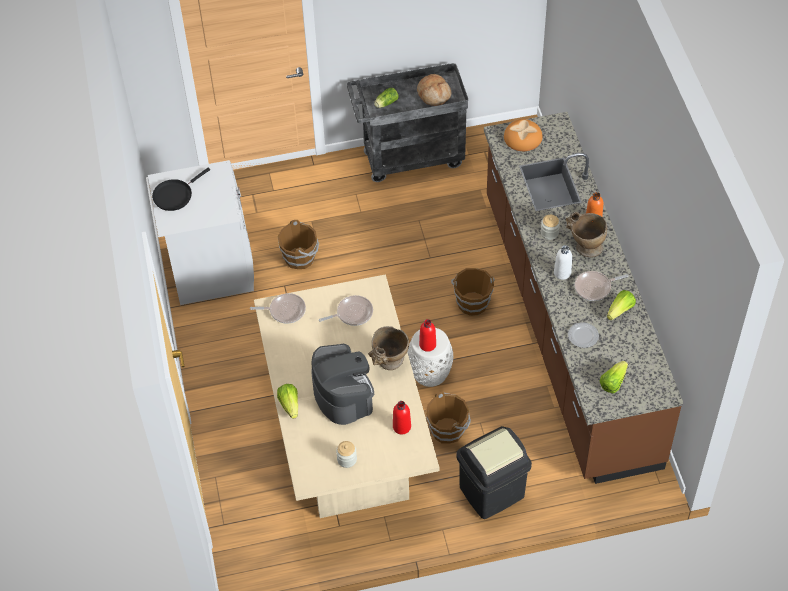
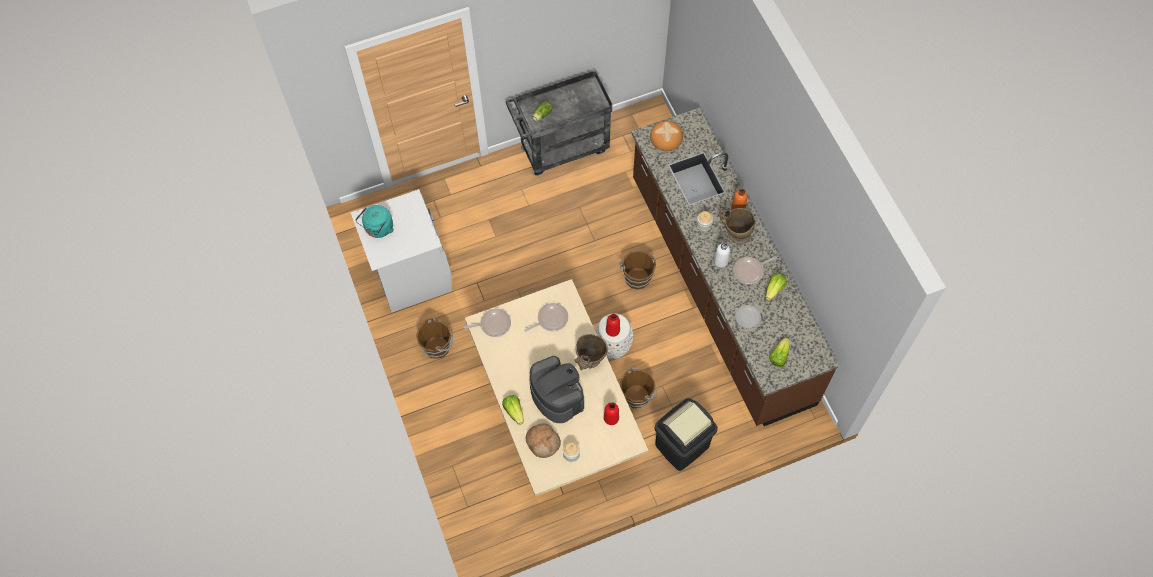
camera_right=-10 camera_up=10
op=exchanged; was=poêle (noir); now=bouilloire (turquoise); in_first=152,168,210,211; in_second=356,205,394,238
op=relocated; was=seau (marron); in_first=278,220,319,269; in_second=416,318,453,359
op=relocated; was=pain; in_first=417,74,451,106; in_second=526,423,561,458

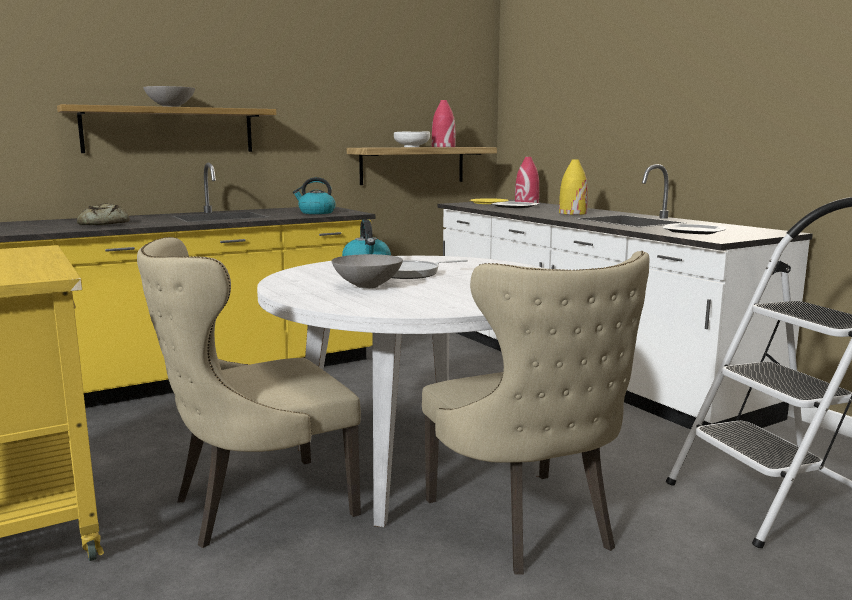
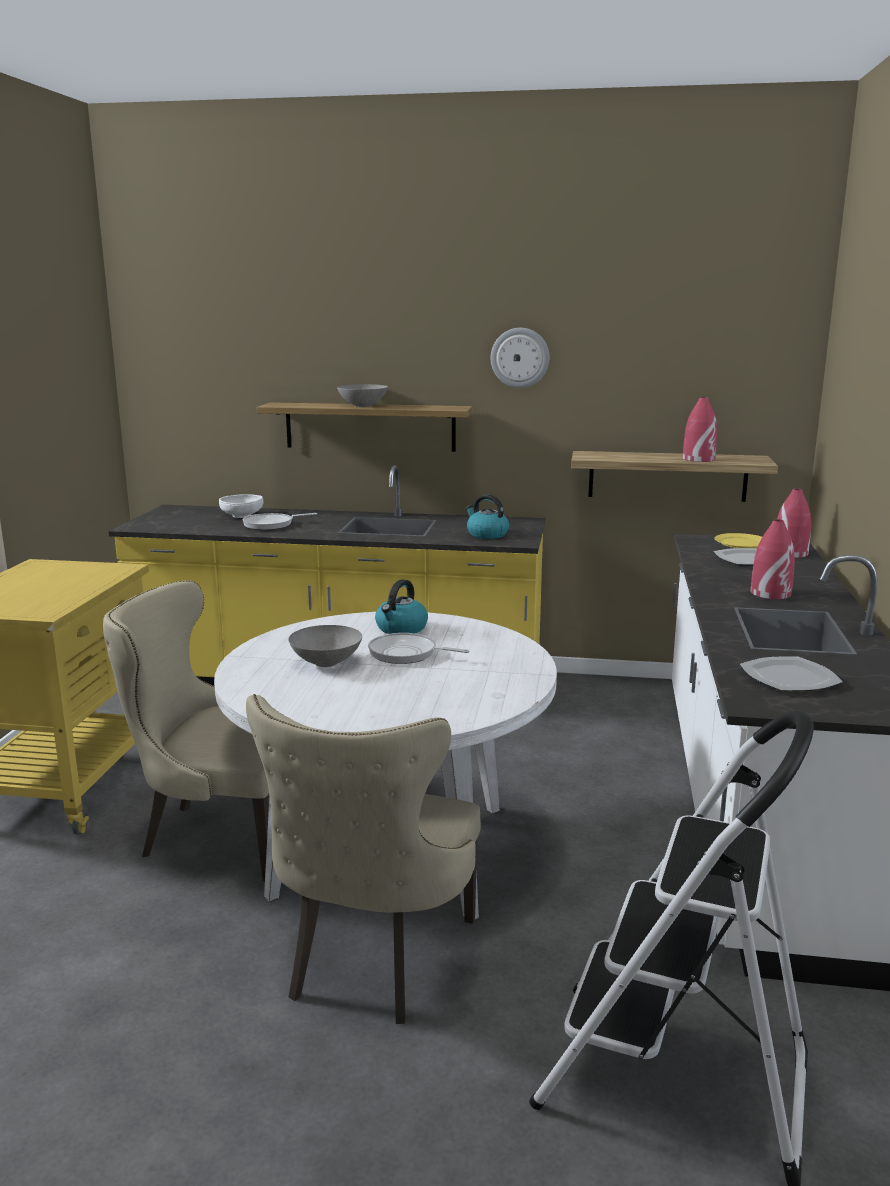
camera_right=40 camera_up=5
op=relocated; was=bol (blanc); in_first=394,132,430,147; in_second=219,494,263,518
op=exchanged; was=pain; now=poêle; in_first=77,203,129,225; in_second=243,513,317,530
op=appeared; now=horloge murale; in_second=491,328,549,388
op=colour; was=vase (jaune); now=vase (rouge); in_first=559,159,588,215; in_second=751,519,795,599

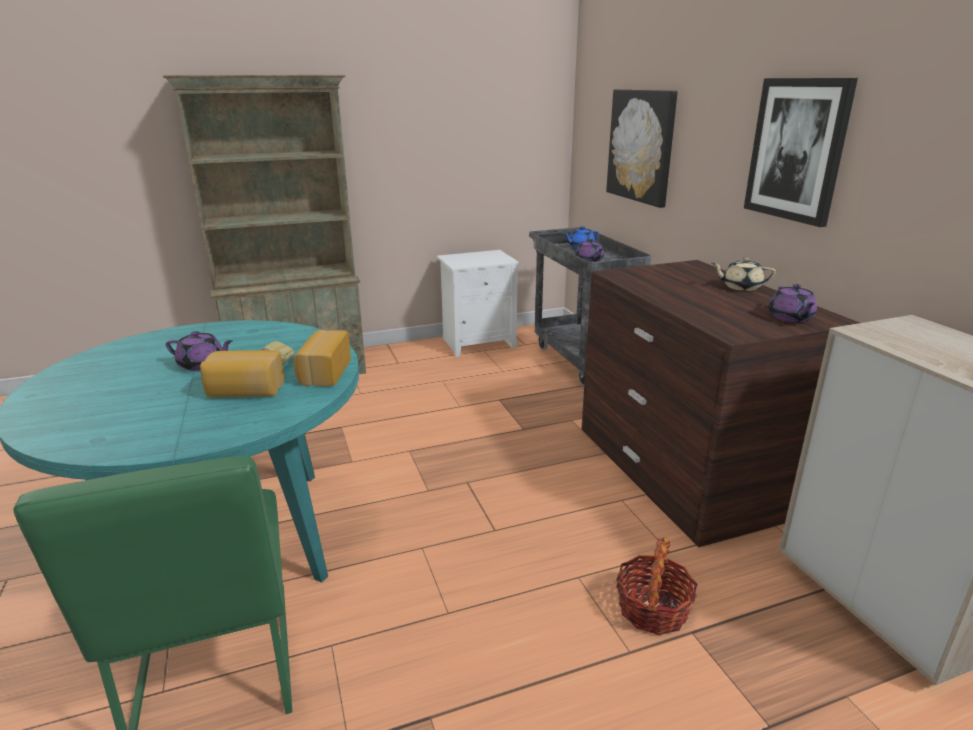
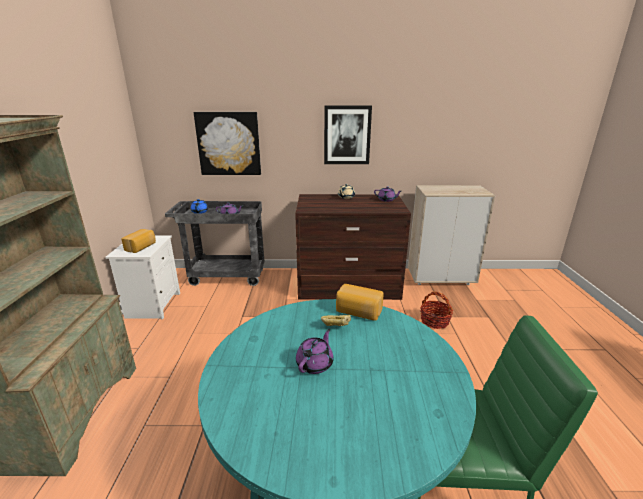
camera_right=-70 camera_up=0
op=relocated; was=pain; in_first=200,350,284,397; in_second=121,229,156,253

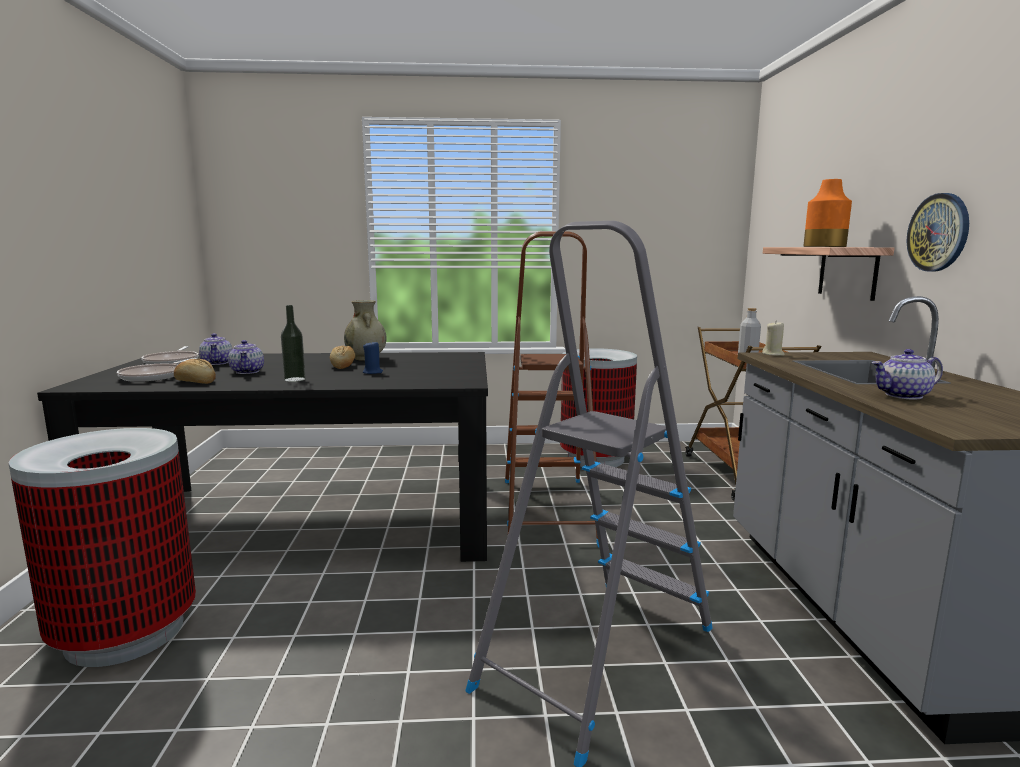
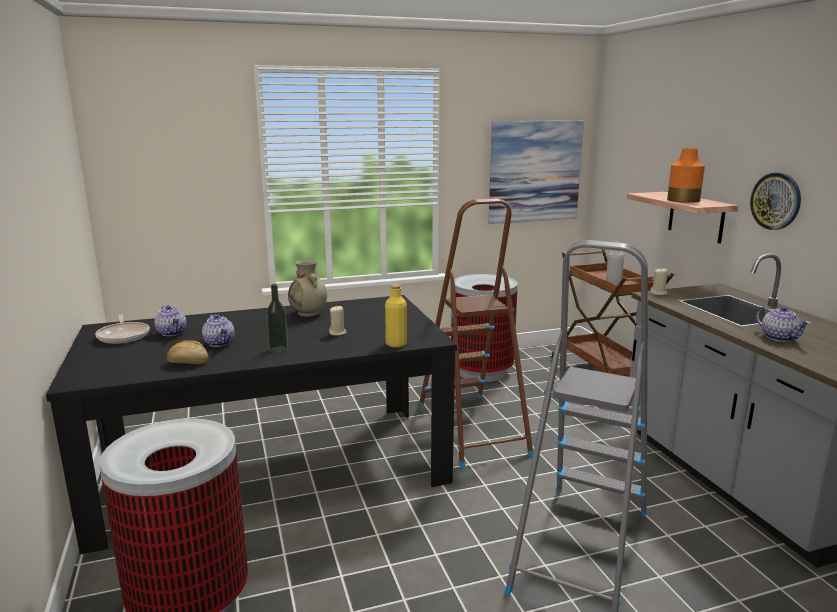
camera_right=-15 camera_up=5
op=colour; was=bougie (bleu); now=bougie (beige); in_first=363,341,383,374; in_second=329,306,347,335
op=appeared; now=bouteille (jaune); in_second=385,284,407,347
op=appeared; now=tableau; in_second=489,121,584,224
op=spun; was=théière; in_first=872,349,943,399; in_second=756,306,810,342; clockwise=-90
op=missing; was=poêle; in_first=117,358,197,382
op=missing; was=pain; in_first=330,345,355,369

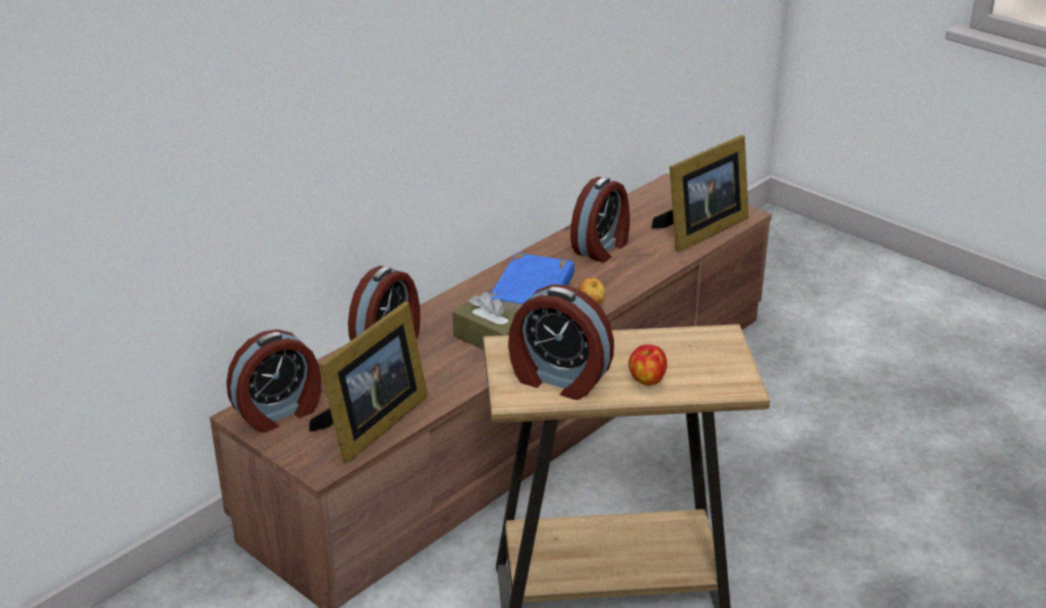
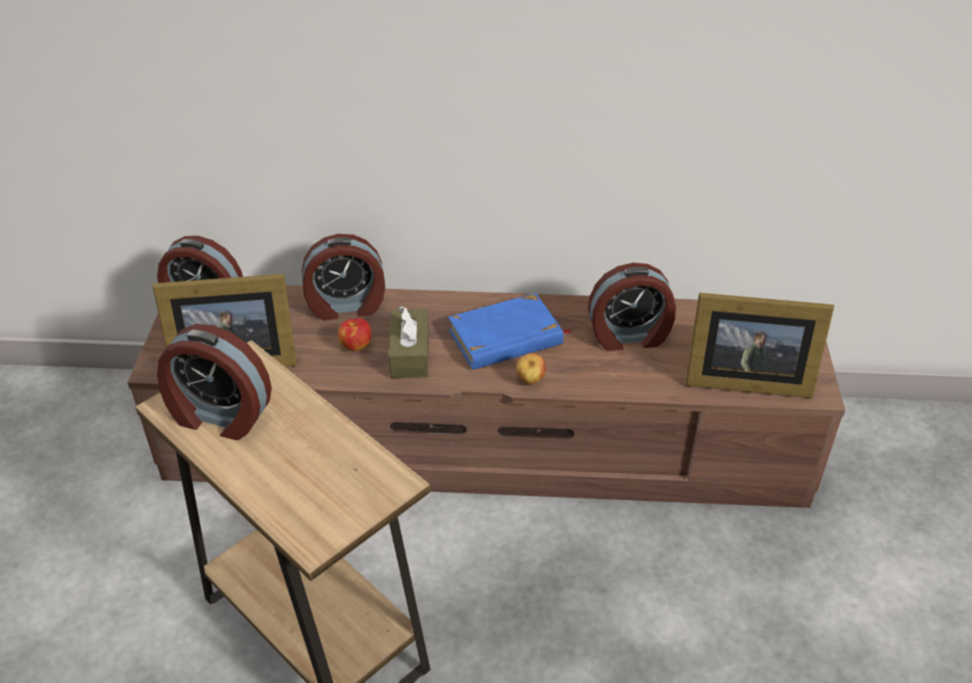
camera_right=50 camera_up=10
op=spun; was=réveil; in_first=508,284,614,400; in_second=157,324,272,440; clockwise=-60
op=relocated; was=pomme; in_first=629,344,667,386; in_second=338,318,371,351

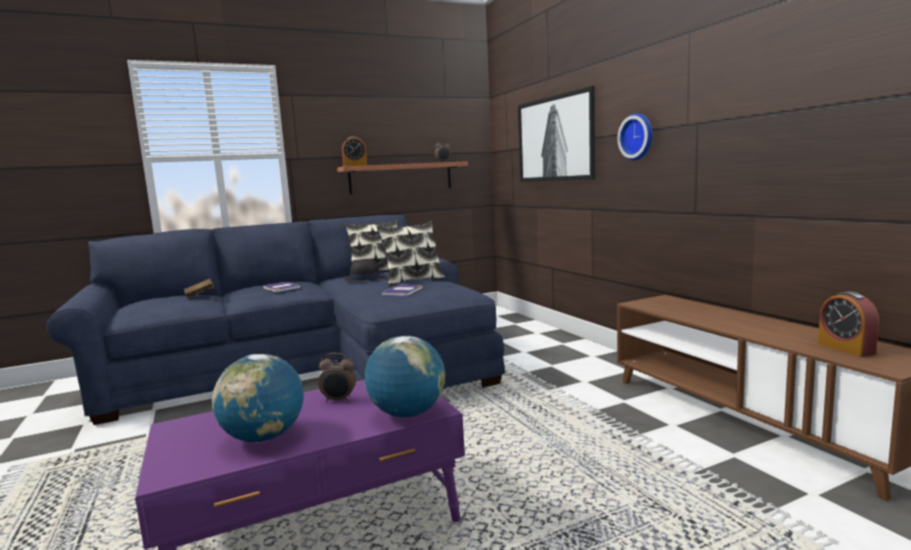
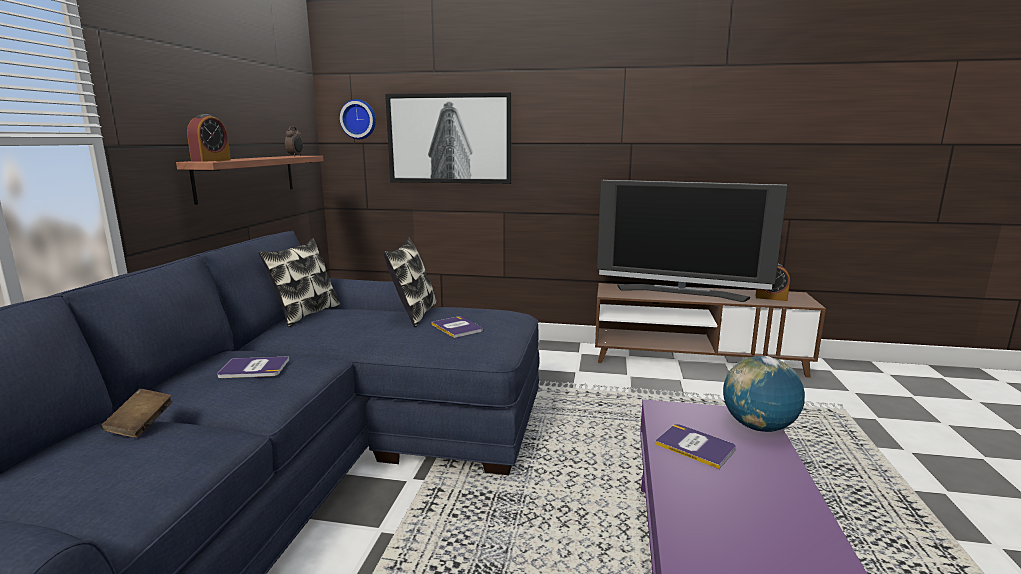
camera_right=-55 camera_up=5
op=relocated; was=horloge murale; in_first=617,113,653,160; in_second=340,99,376,139
op=appeared; now=téléviseur; in_second=597,180,788,302
op=exchanged; was=réveil; now=livre; in_first=318,353,356,402; in_second=655,424,736,469
op=missing; was=globe; in_first=212,354,303,443
op=missing; was=chapeau (noir); in_first=345,259,386,282

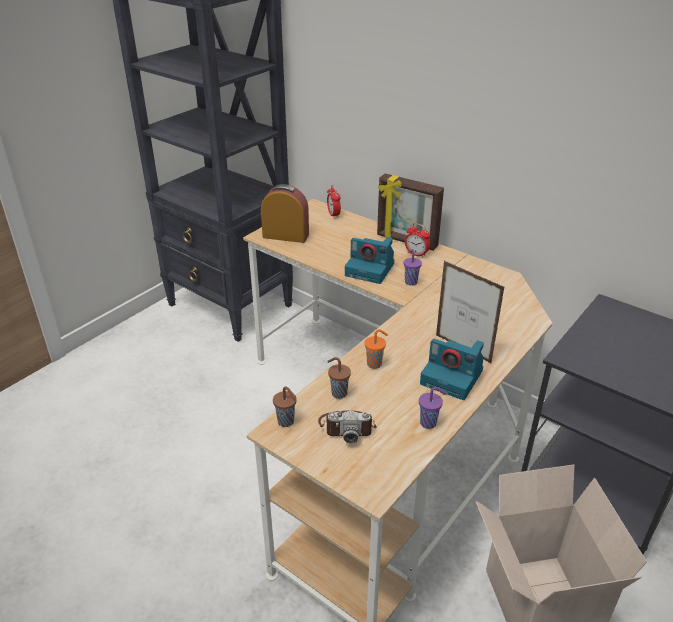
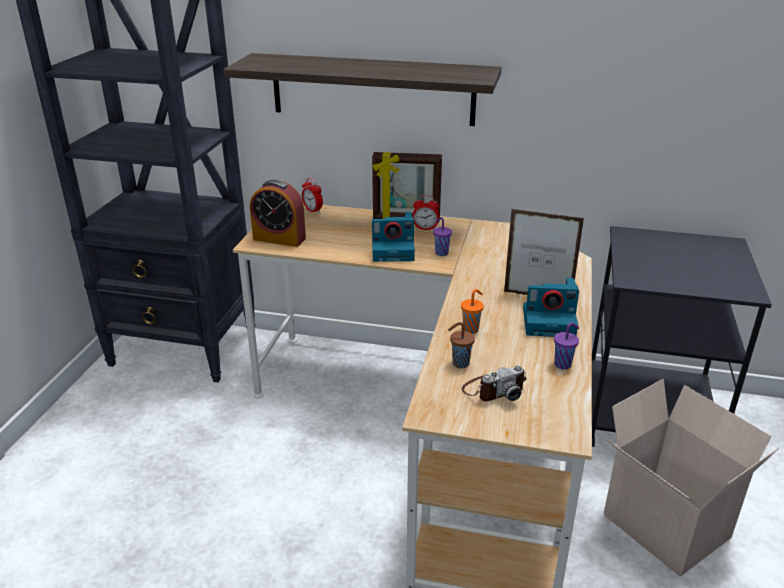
camera_right=-25 camera_up=-5
op=appeared; now=étagère; in_second=224,53,501,126
op=spun; was=réveil; in_first=261,184,309,243; in_second=250,180,306,247; clockwise=-150
op=missing; was=tasse (marron); in_first=273,387,297,427

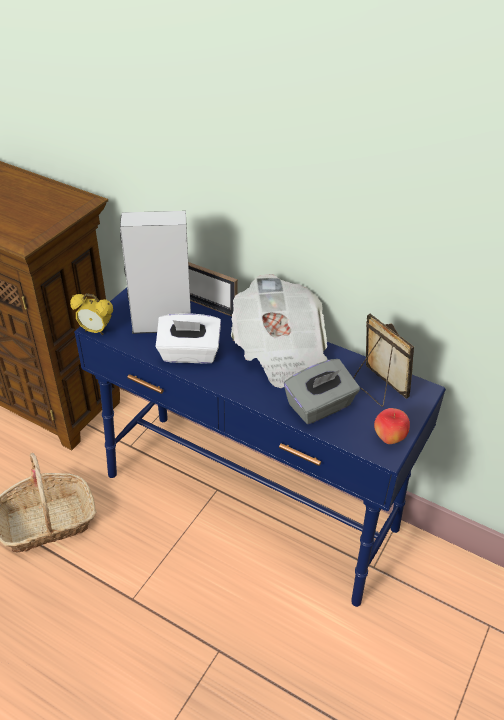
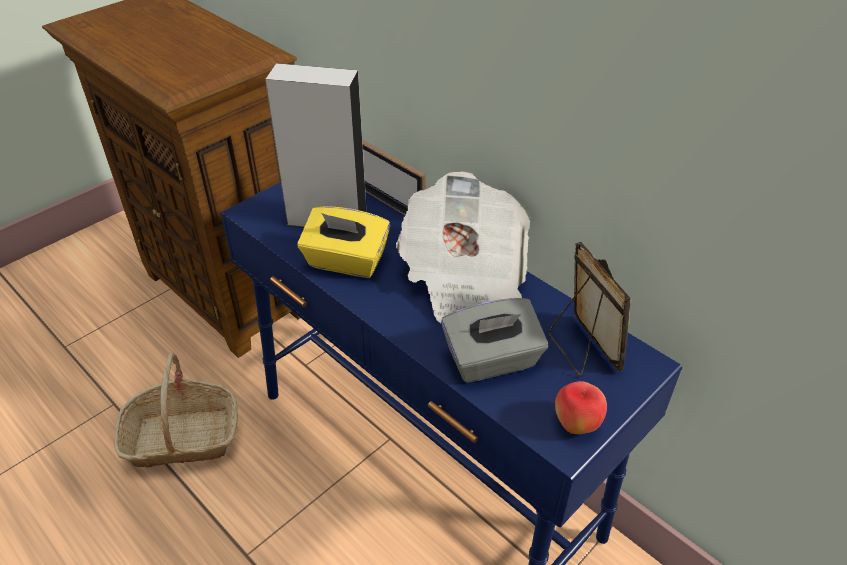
camera_right=15 camera_up=0
op=colour; was=boîte à mouchoirs (blanc); now=boîte à mouchoirs (jaune); in_first=155,313,221,364; in_second=297,206,390,278
op=missing; was=réveil; in_first=70,293,113,335

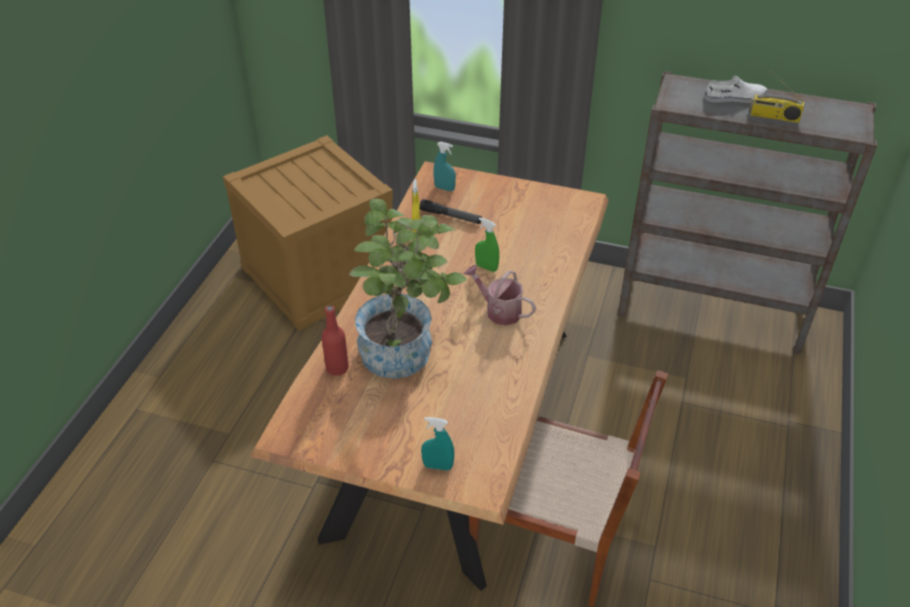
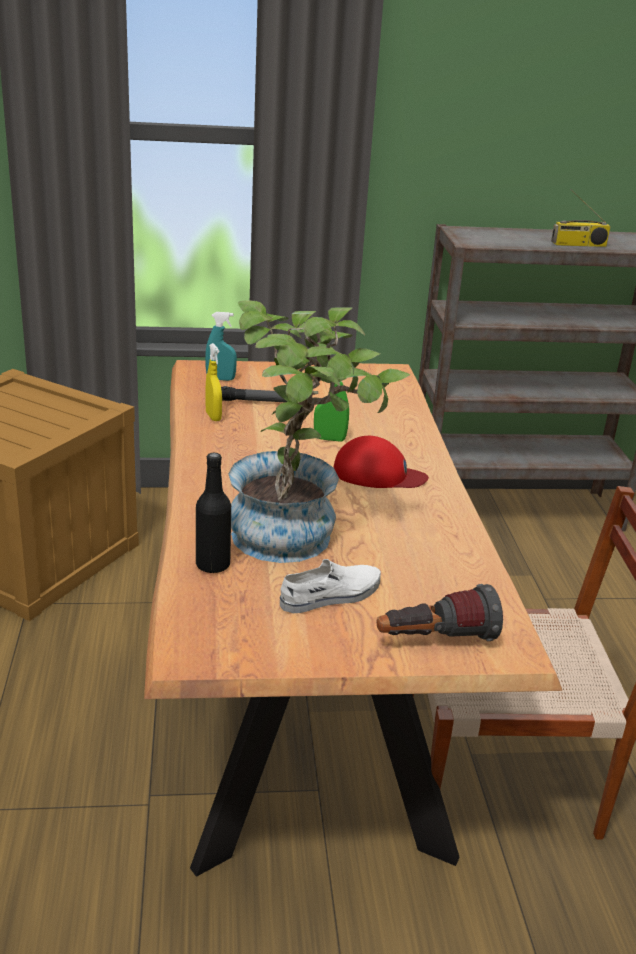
camera_right=-25 camera_up=-15
op=colour; was=bouteille (rouge); now=bouteille (noir); in_first=321,306,349,376; in_second=196,453,231,573
op=relocated; was=chaussure (blanc); in_first=704,76,767,103; in_second=280,559,381,613
op=exchanged; was=arrosoir; now=casquette (rouge); in_first=464,265,536,325; in_second=333,436,429,488
op=exchanged; was=vaporisateur (turquoise); now=lampe de poche; in_first=421,417,454,471; in_second=377,584,503,642

